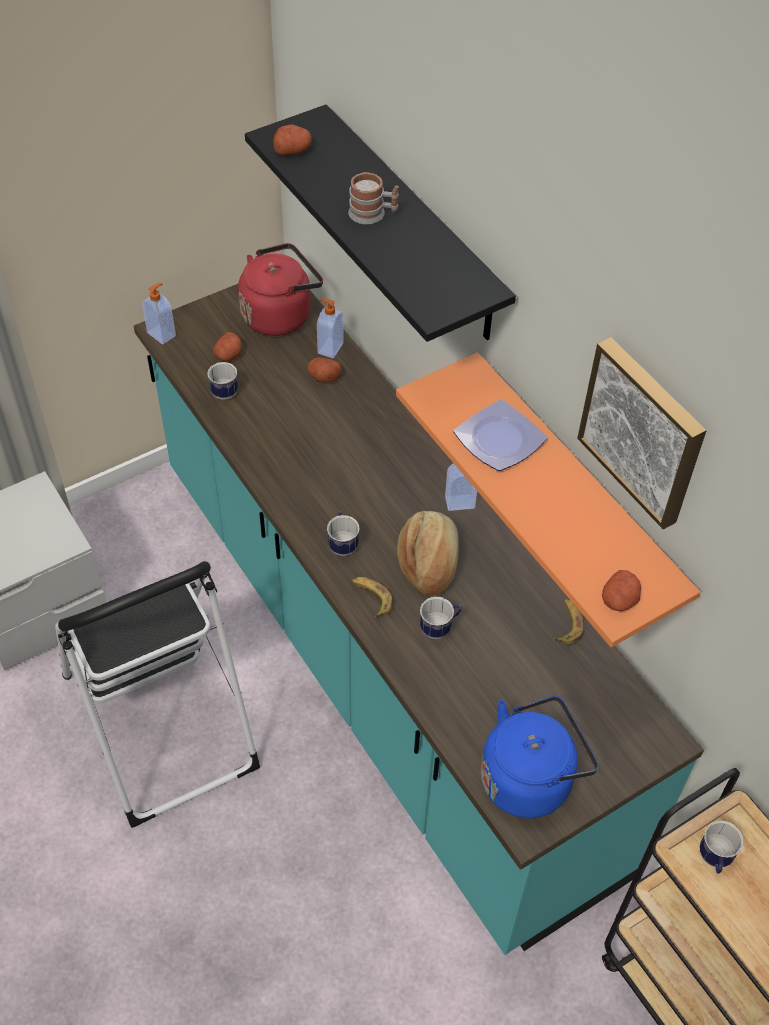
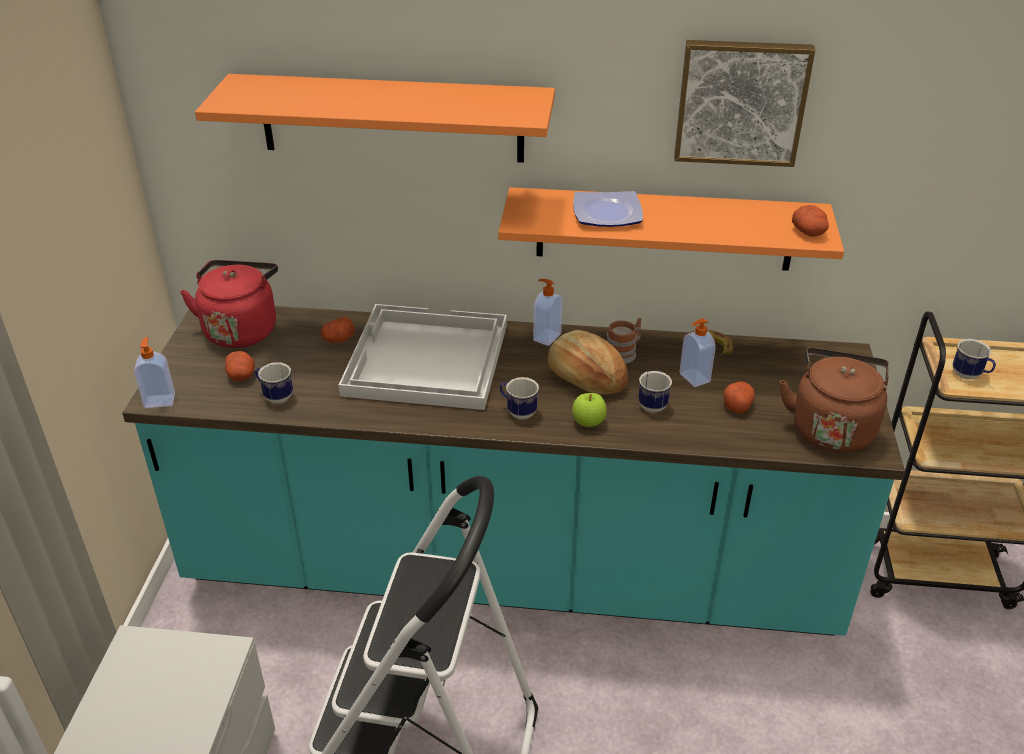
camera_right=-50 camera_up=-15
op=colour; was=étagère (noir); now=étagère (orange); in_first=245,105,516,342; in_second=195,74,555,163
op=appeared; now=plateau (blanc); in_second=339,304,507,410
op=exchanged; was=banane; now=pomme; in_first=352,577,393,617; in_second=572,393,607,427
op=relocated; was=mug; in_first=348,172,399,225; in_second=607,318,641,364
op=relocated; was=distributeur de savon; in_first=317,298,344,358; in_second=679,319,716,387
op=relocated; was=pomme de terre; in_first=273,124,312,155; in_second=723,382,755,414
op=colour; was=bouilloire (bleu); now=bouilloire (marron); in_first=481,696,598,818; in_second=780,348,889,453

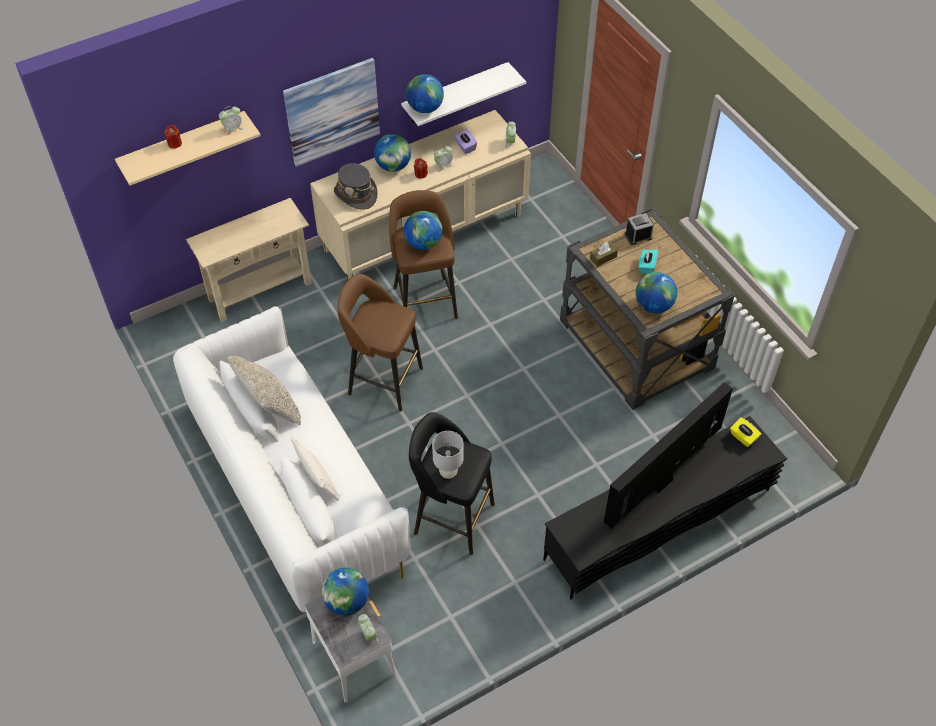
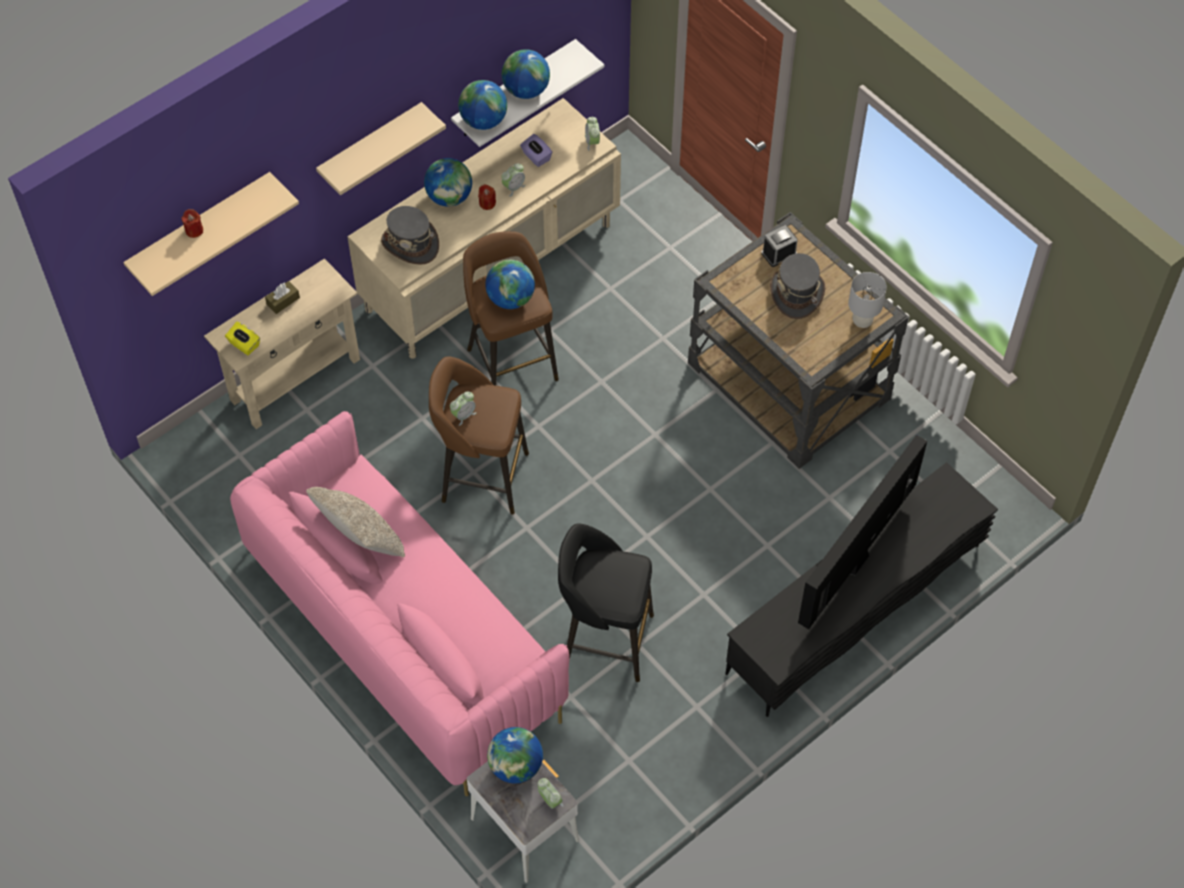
camera_right=-10 camera_up=5
op=relocated; was=boîte à mouchoirs (jaune); in_first=730,417,761,447; in_second=225,322,260,355
op=colour; was=canapé (blanc); now=canapé (rose); in_first=173,306,411,612; in_second=230,411,569,796
op=relocated; was=boîte à mouchoirs (marron); in_first=590,242,618,267; in_second=265,281,300,314
op=exchanged; was=tableau; now=étagère (beige); in_first=283,58,380,167; in_second=316,102,446,195
op=relocated; was=réveil; in_first=219,106,244,135; in_second=450,391,476,426
op=relocated; was=globe; in_first=636,272,677,313; in_second=502,49,550,99
op=exchanged; was=boîte à mouchoirs (turquoise); now=chapeau (gris); in_first=639,249,658,274; in_second=770,253,825,319
op=relocated; was=lampe de table (gris); in_first=432,431,464,479; in_second=848,272,887,328
op=missing; was=coussin (blanc); in_first=291,437,340,501

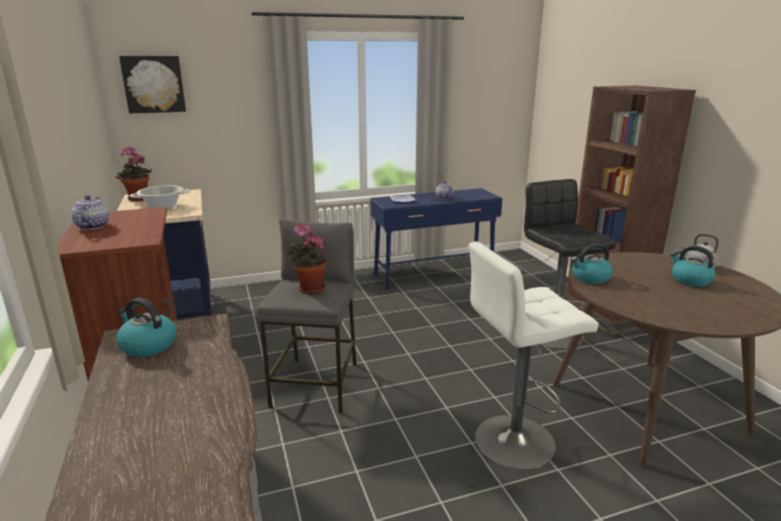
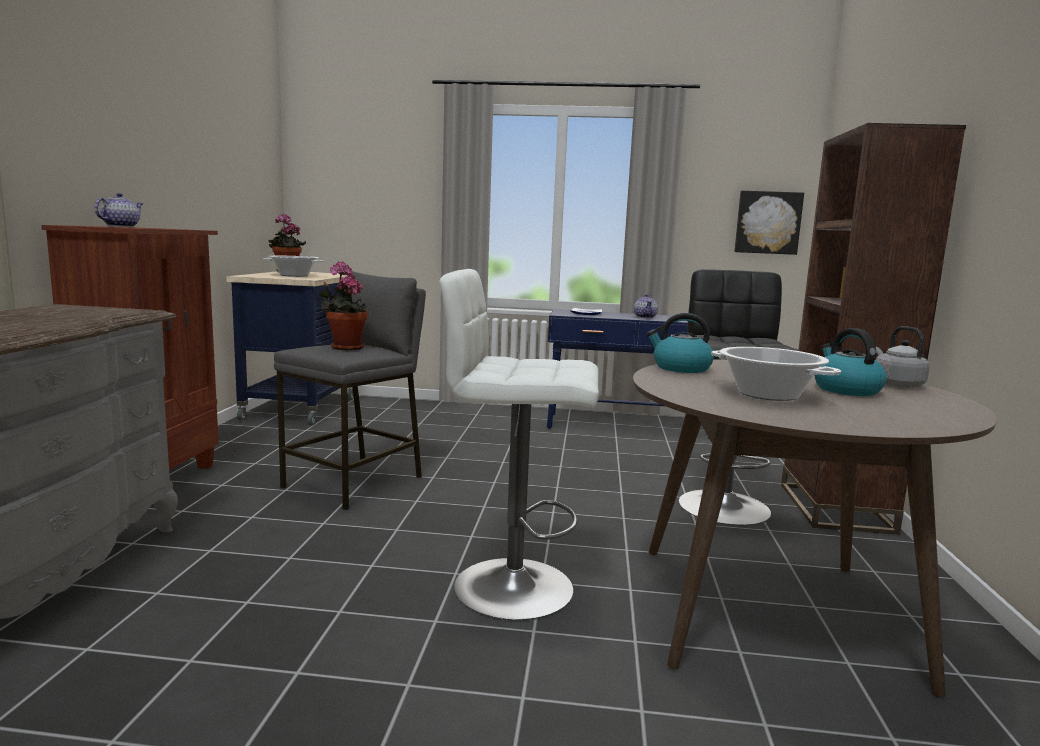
camera_right=25 camera_up=-10
op=appeared; now=marmite; in_second=711,347,841,401
op=relocated; was=tableau; in_first=119,56,186,113; in_second=734,191,804,255
op=missing; was=bouilloire; in_first=117,298,176,357

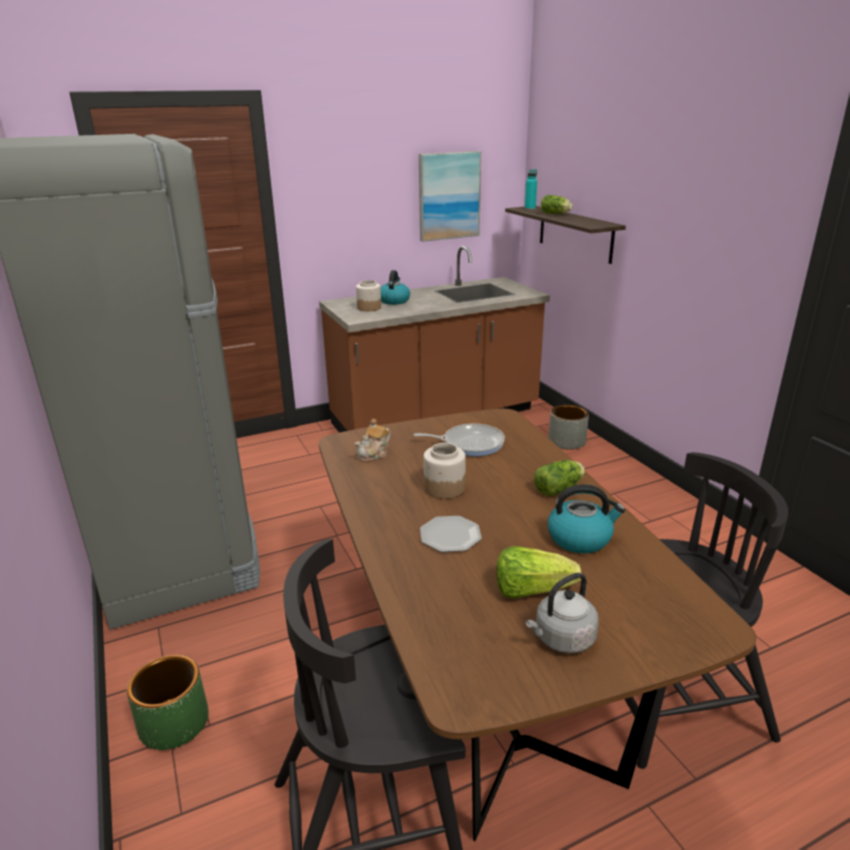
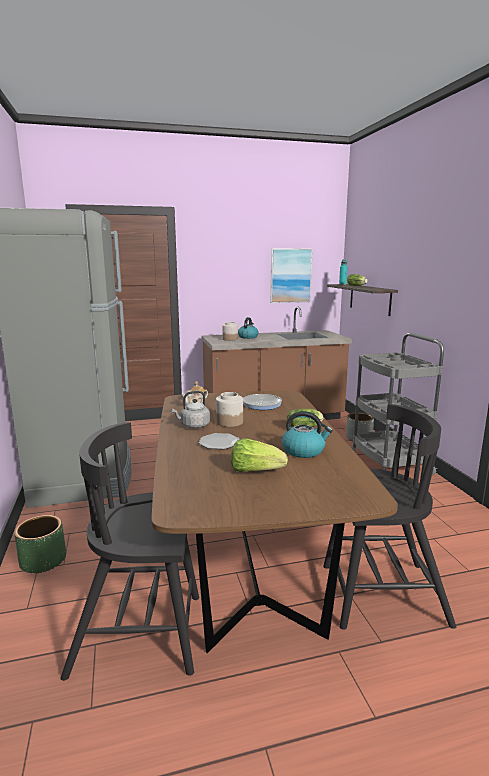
camera_right=10 camera_up=-10
op=relocated; was=bouilloire (gris); in_first=526,573,599,653; in_second=172,391,210,428
op=appeared; now=chariot (gris); in_second=350,332,444,475

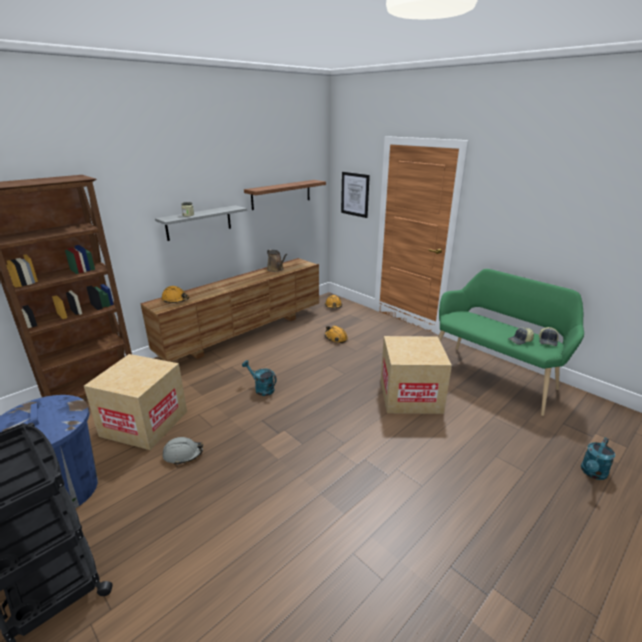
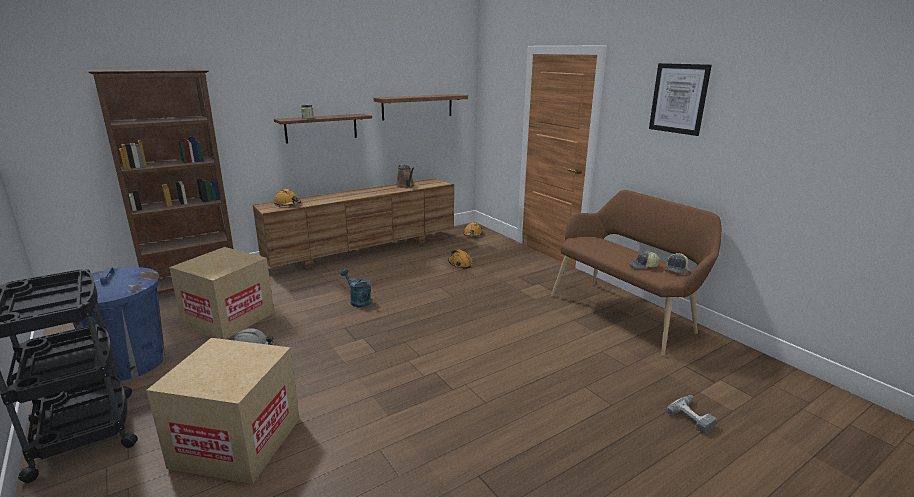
camera_right=10 camera_up=-5
op=relocated; was=carton; in_first=381,336,452,414; in_second=146,338,300,484
op=colour; was=étagère (gris); now=étagère (marron); in_first=155,205,247,241; in_second=274,114,372,143
op=colour; was=banc (vert); now=banc (marron); in_first=438,269,584,416; in_second=551,190,722,356
op=relocated; was=tableau; in_first=341,172,370,218; in_second=649,63,712,136
op=exchanged; was=arrosoir (turquoise); now=perceuse; in_first=581,438,615,480; in_second=666,395,717,434

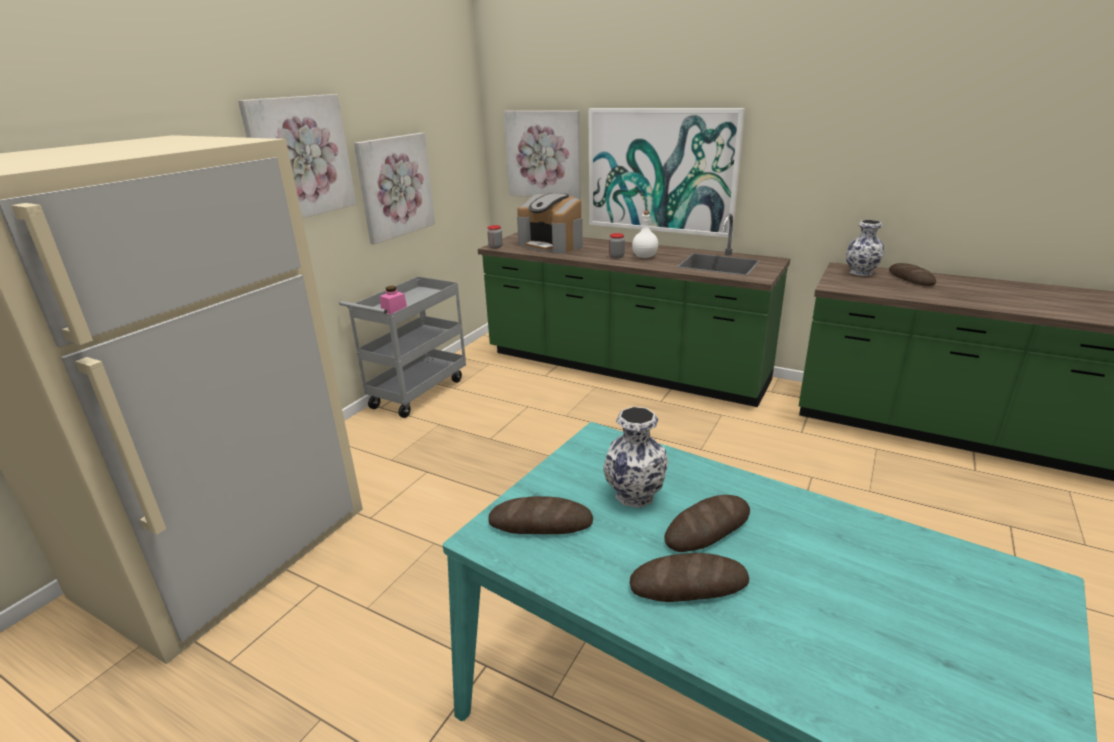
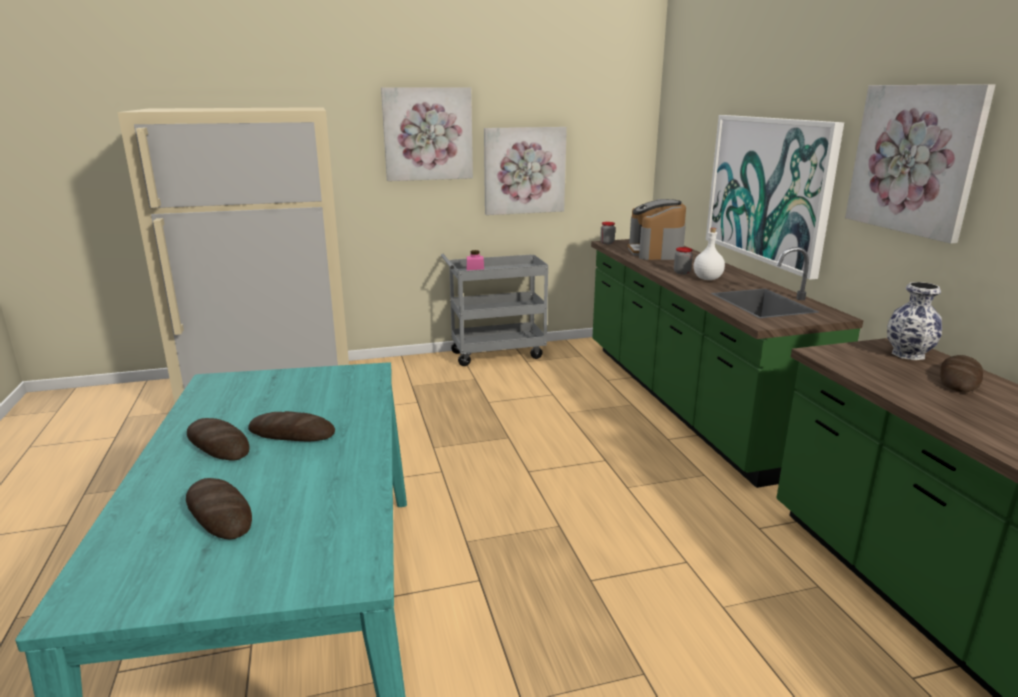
camera_right=45 camera_up=-5
op=relocated; was=pain; in_first=488,496,593,534; in_second=186,478,252,540
op=relocated; was=tableau; in_first=504,111,581,200; in_second=845,84,995,244
op=missing; was=vase; in_first=603,406,668,508

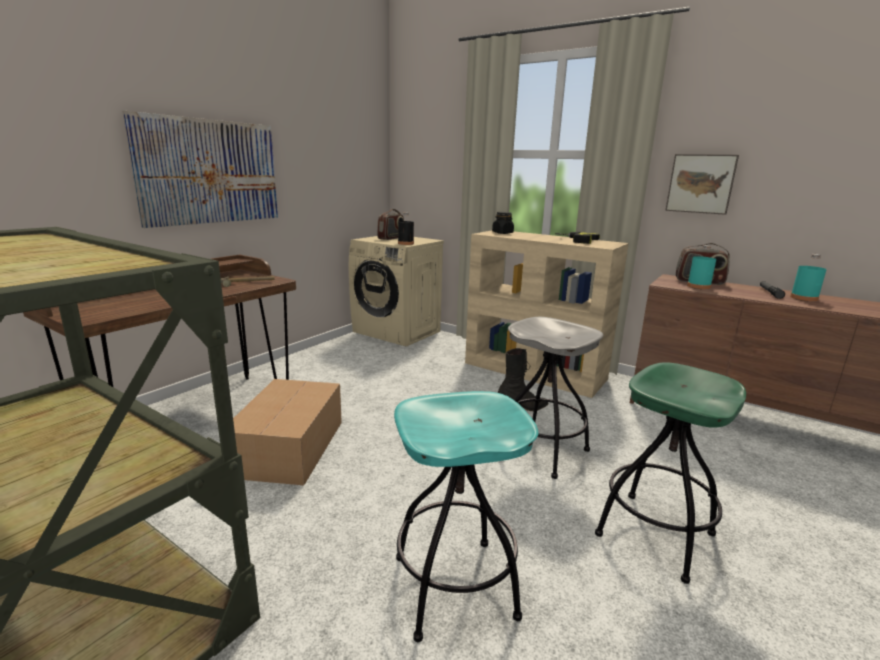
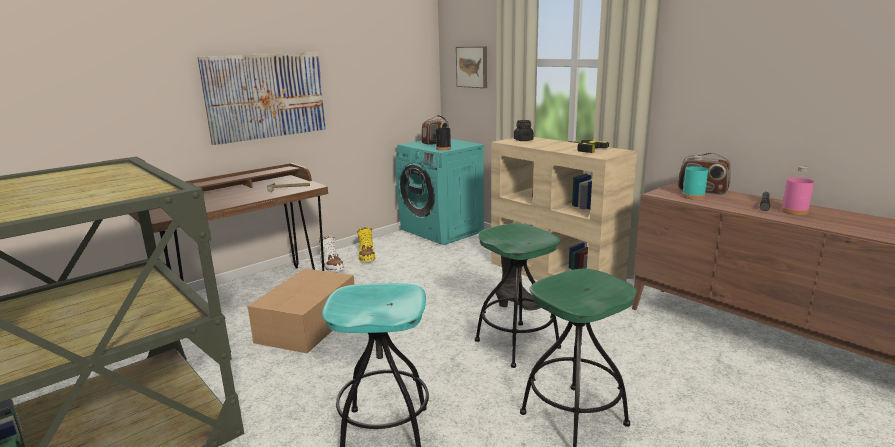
camera_right=15 camera_up=0
op=appeared; now=botte (blanc); in_second=318,236,345,272
op=appeared; now=botte (jaune); in_second=356,227,375,262
op=colour; was=lave-linge (beige); now=lave-linge (turquoise); in_first=349,236,444,347; in_second=396,139,484,245
op=relocated; was=tableau; in_first=665,154,739,215; in_second=456,46,487,88
op=colour; was=tabouret (gris); now=tabouret (vert); in_first=508,317,603,479; in_second=475,223,561,368
op=colour; was=bouteille (turquoise); now=bouteille (rose); in_first=790,254,827,302; in_second=781,166,814,215

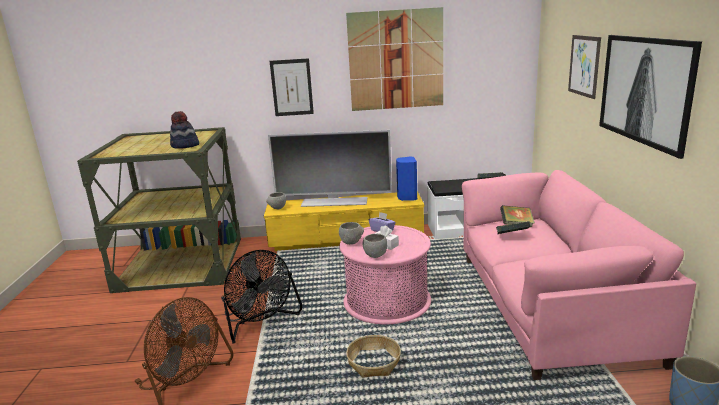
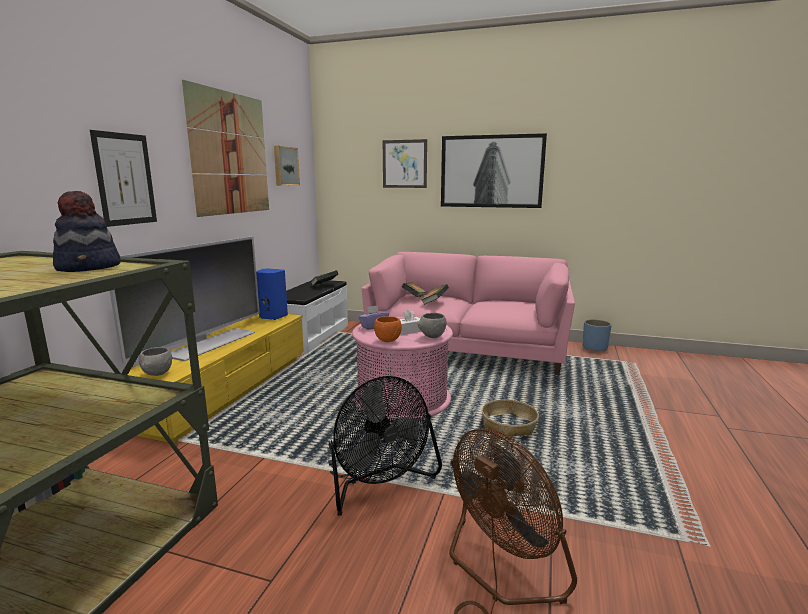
camera_right=-70 camera_up=-5
op=appeared; now=tableau; in_second=274,146,300,186
op=spun; was=ventilateur (noir); in_first=221,250,302,344; in_second=328,376,442,516; clockwise=75
op=colour; was=bol (gris); now=bol (orange); in_first=339,222,364,245; in_second=374,316,402,342

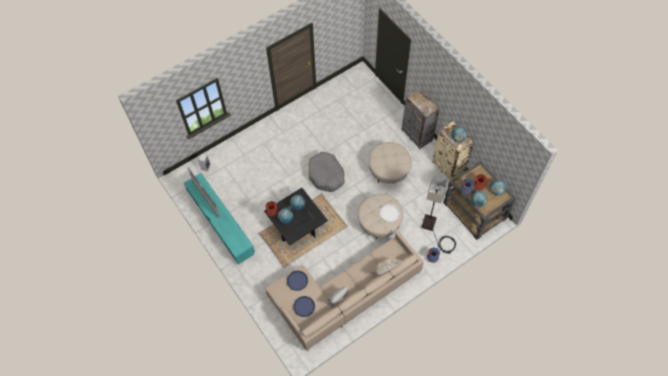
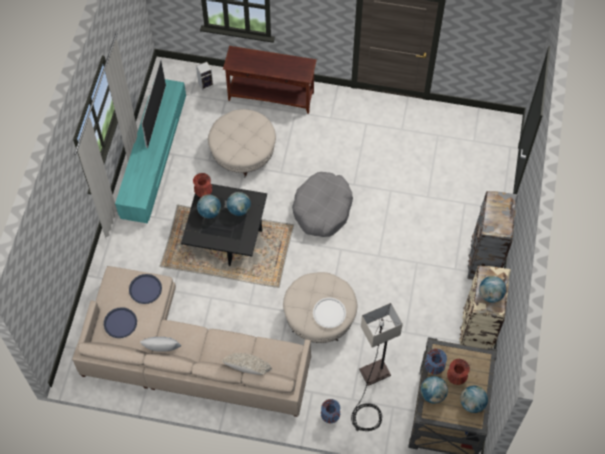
camera_right=45 camera_up=0
op=relocated; was=pouf (beige); in_first=369,142,412,183; in_second=208,109,276,178
op=appeared; now=table console (marron); in_second=223,46,317,114

